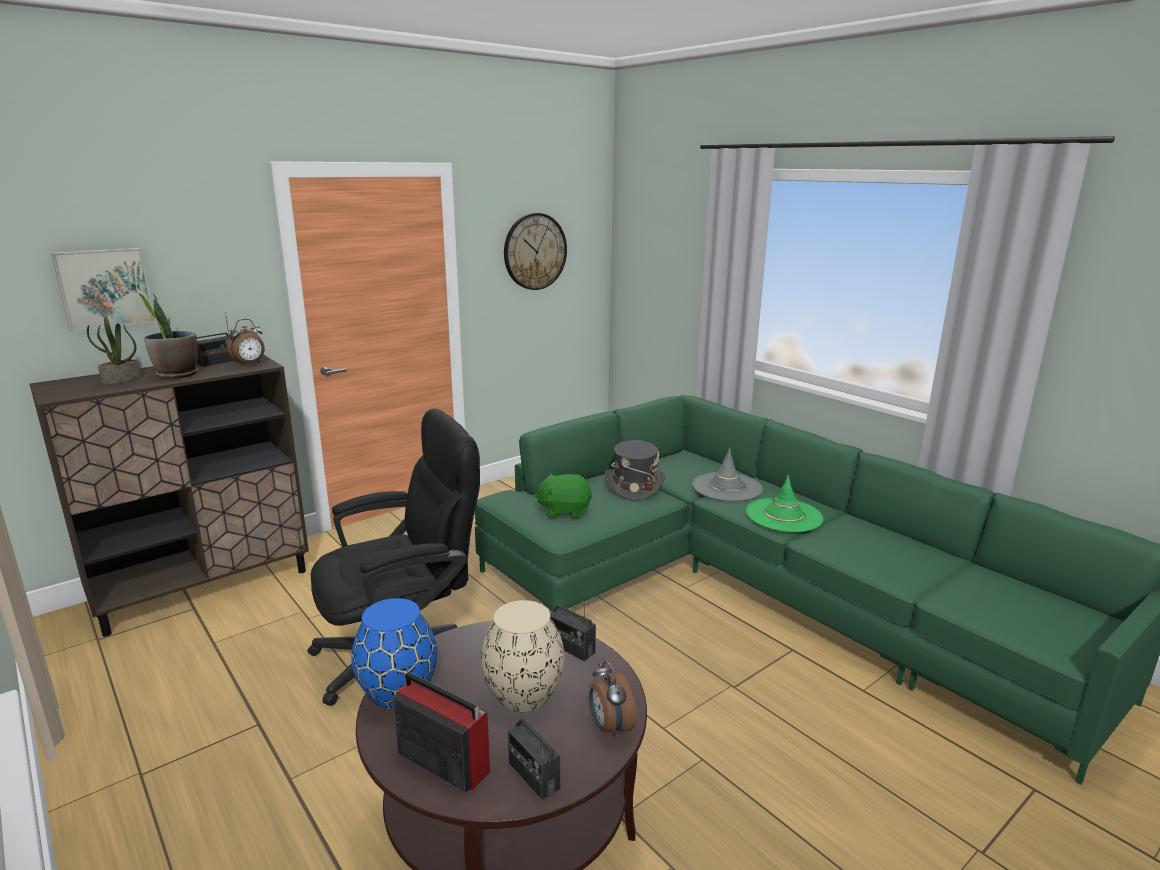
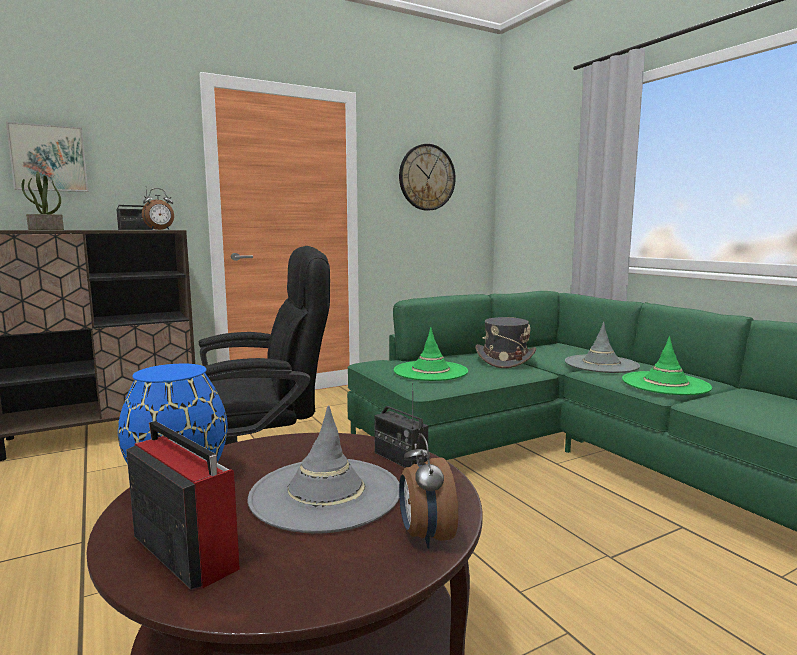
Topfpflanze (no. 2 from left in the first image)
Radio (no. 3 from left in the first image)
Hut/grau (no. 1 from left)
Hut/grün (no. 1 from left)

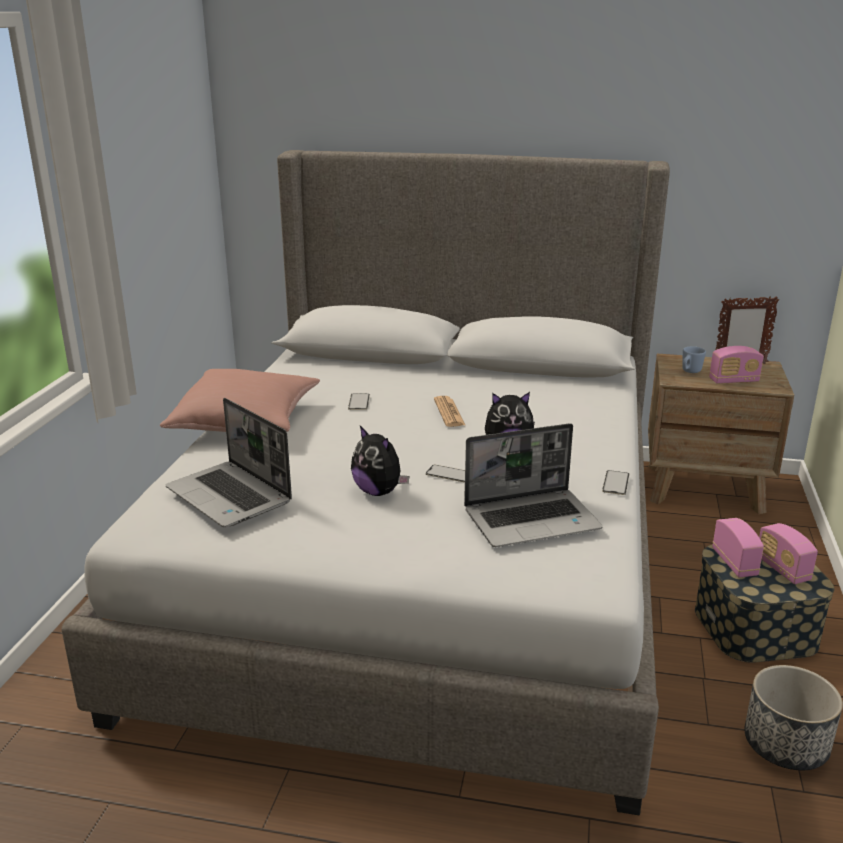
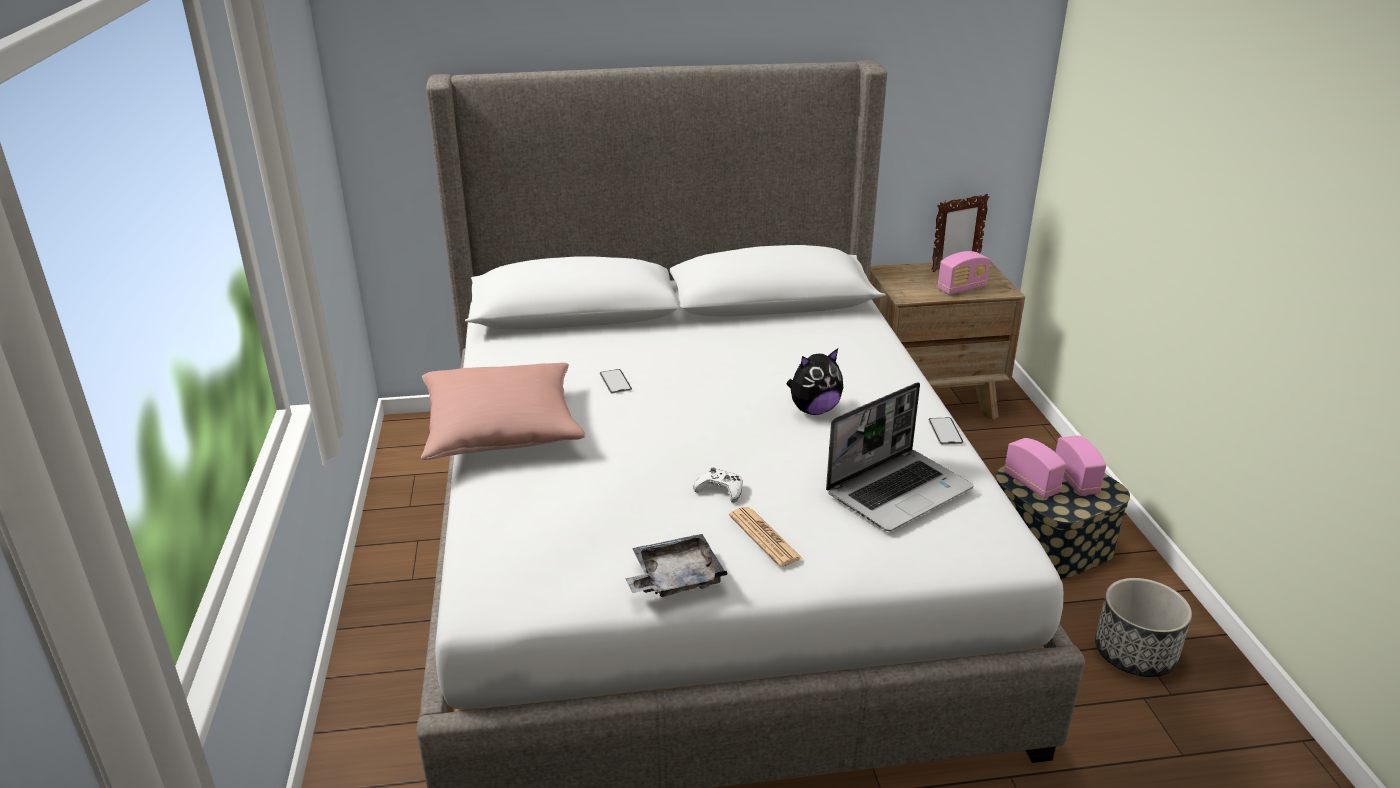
Laptop (no. 1 from left in the first image)
Handy (no. 2 from left in the first image)
Henkelbecher/blau
Tablett/grau
Zeitung
Gamepad/weiß
Radio (no. 3 from left)

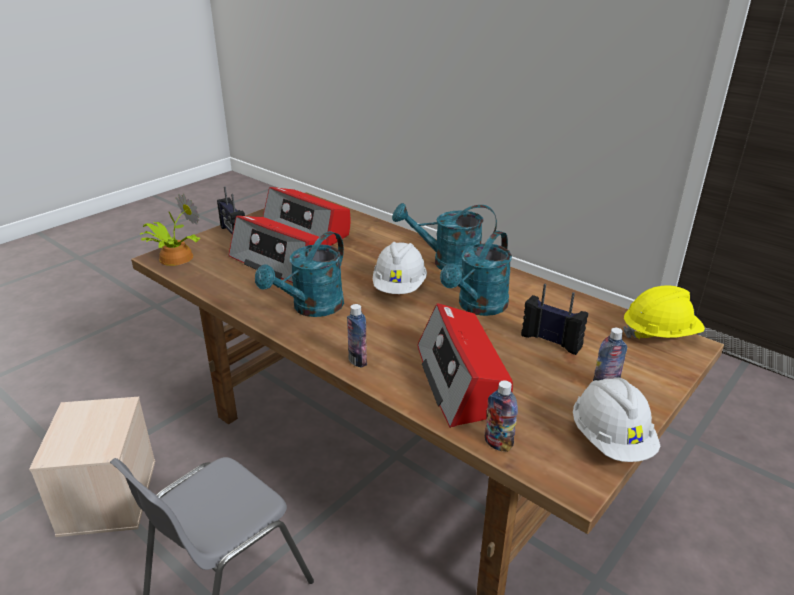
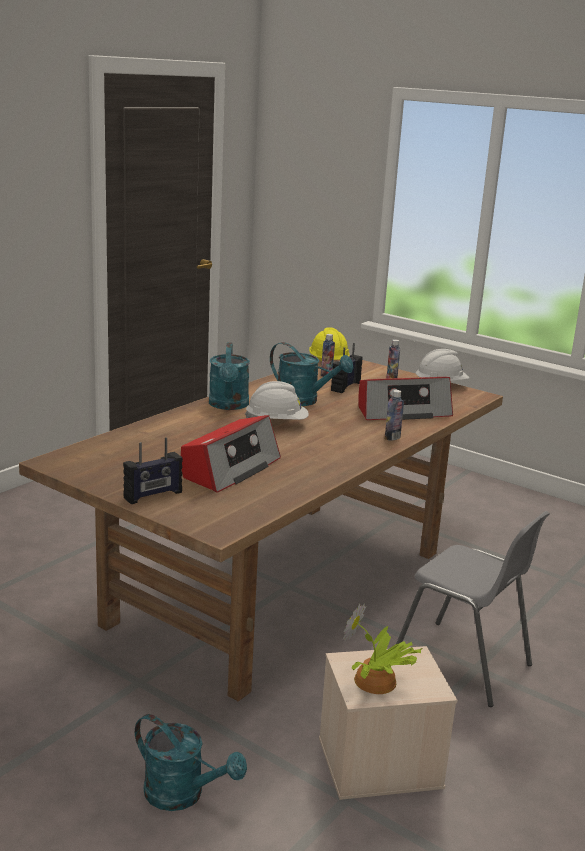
Radio (no. 3 from left in the first image)
Topfpflanze
Gießkanne/türkis (no. 1 from left)
Flasche (no. 1 from left)

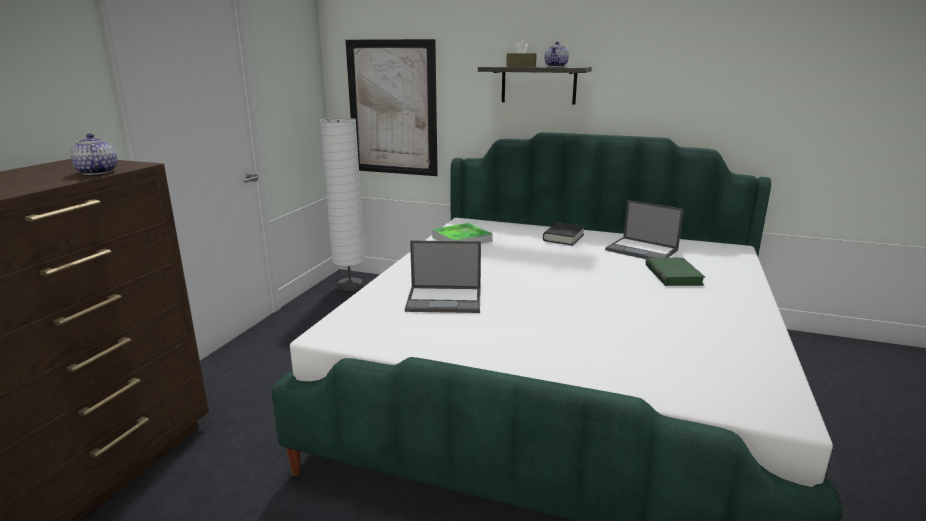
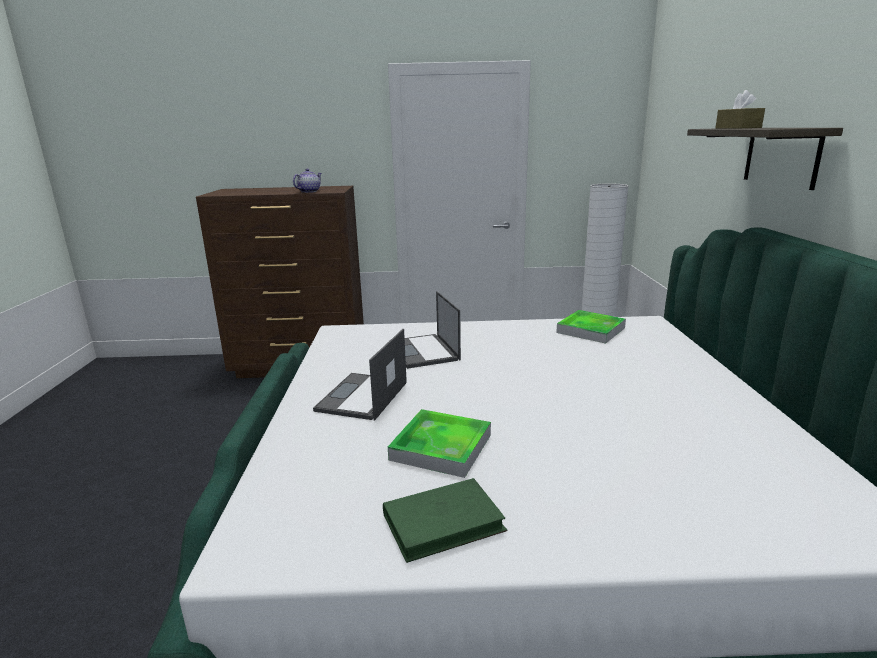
Bild
Buch/schwarz
Teekanne (no. 2 from left in the first image)
Tablett (no. 1 from left)
Laptop (no. 1 from left)
Buch/grün

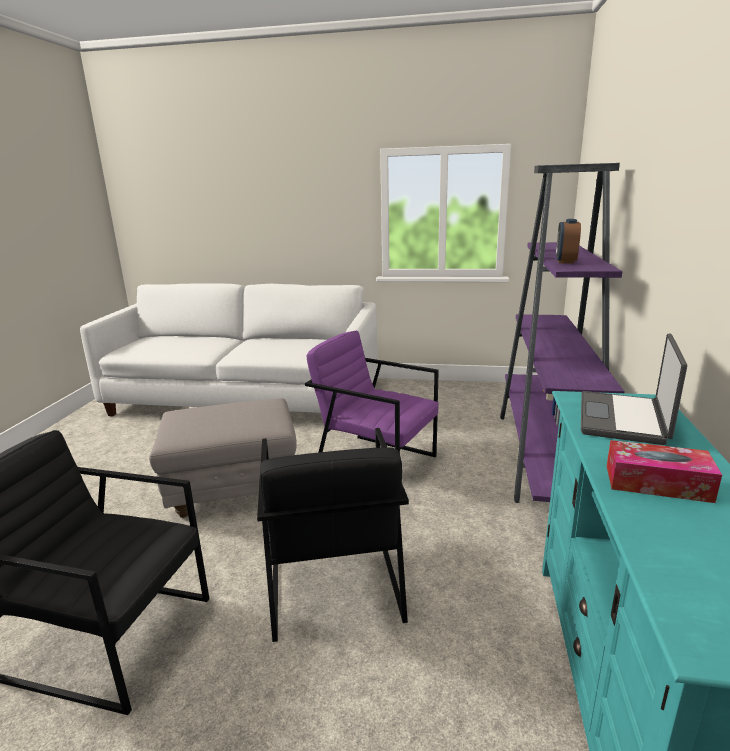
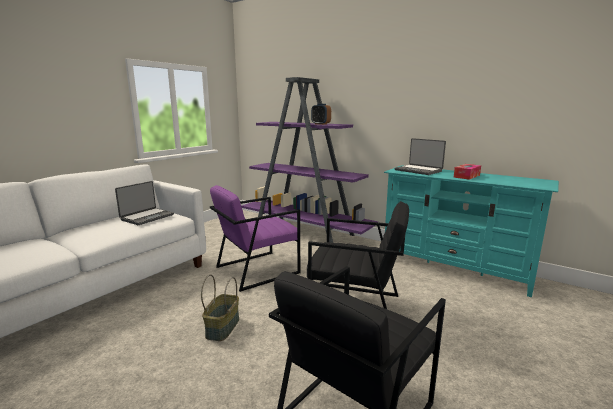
Laptop (no. 1 from left)
Korb

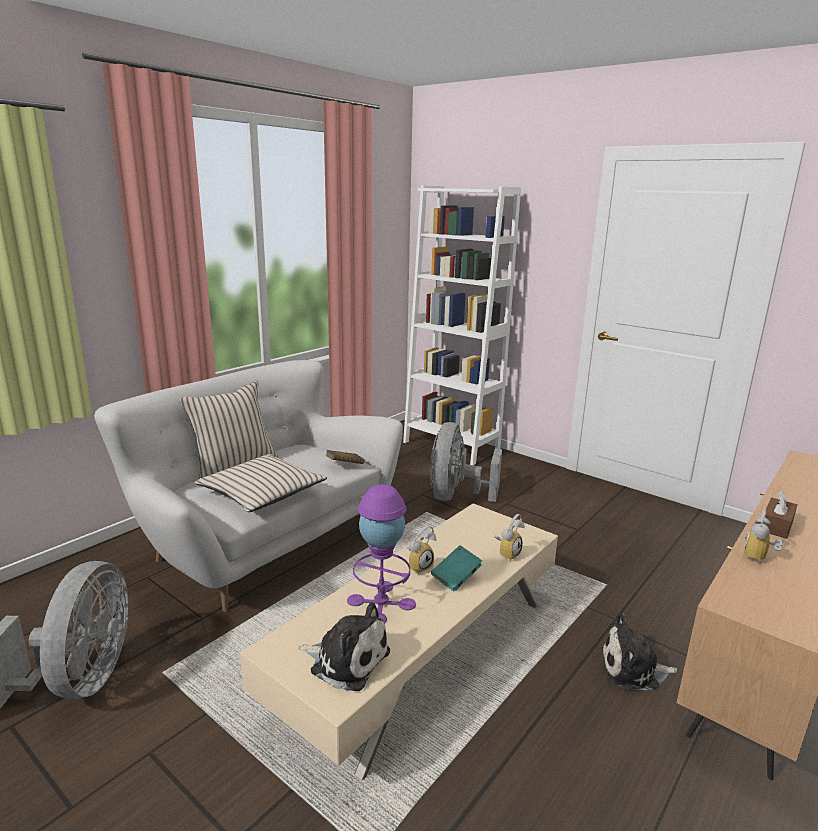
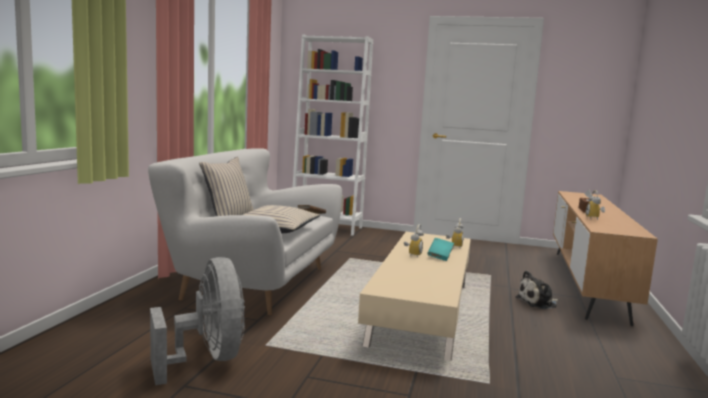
Plüschtier (no. 1 from left in the first image)
Tischlampe/lila
Ventilator/grau (no. 2 from left in the first image)

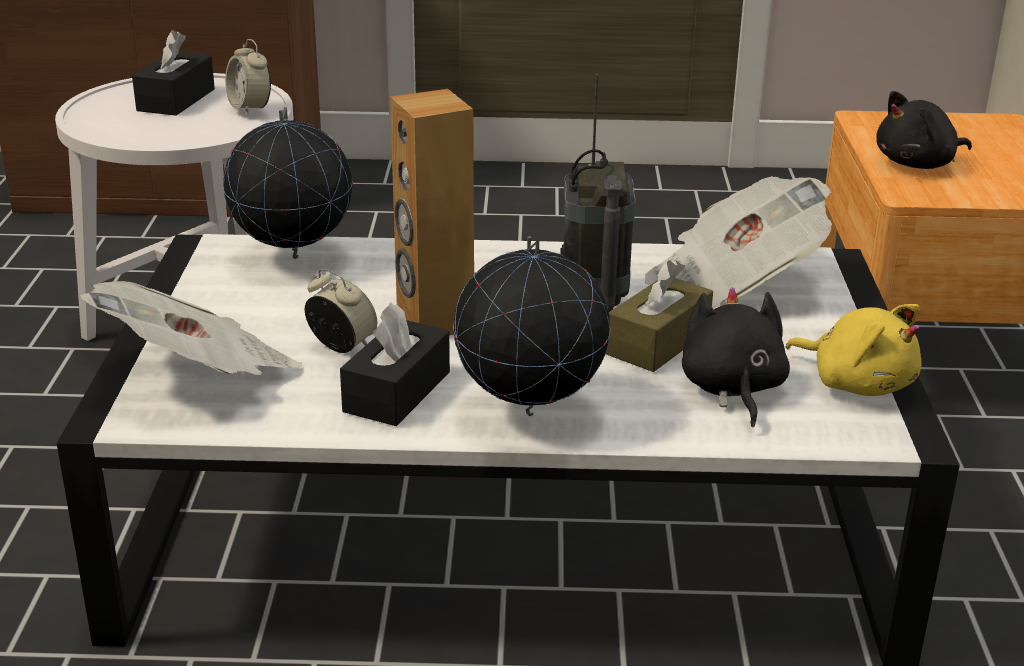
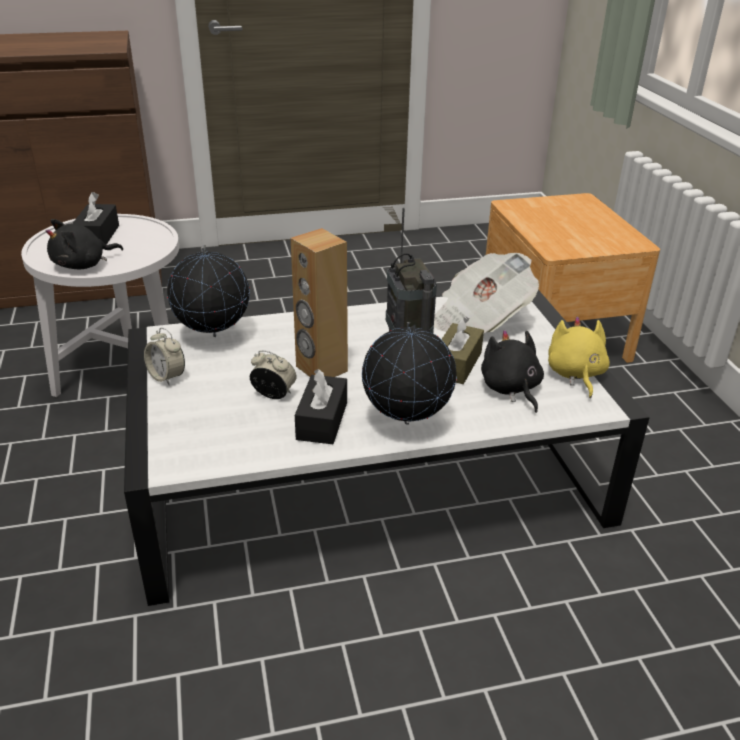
Zeitung (no. 1 from left in the first image)
Wecker (no. 1 from left)
Plüschtier/schwarz (no. 1 from left)
Plüschtier/gelb

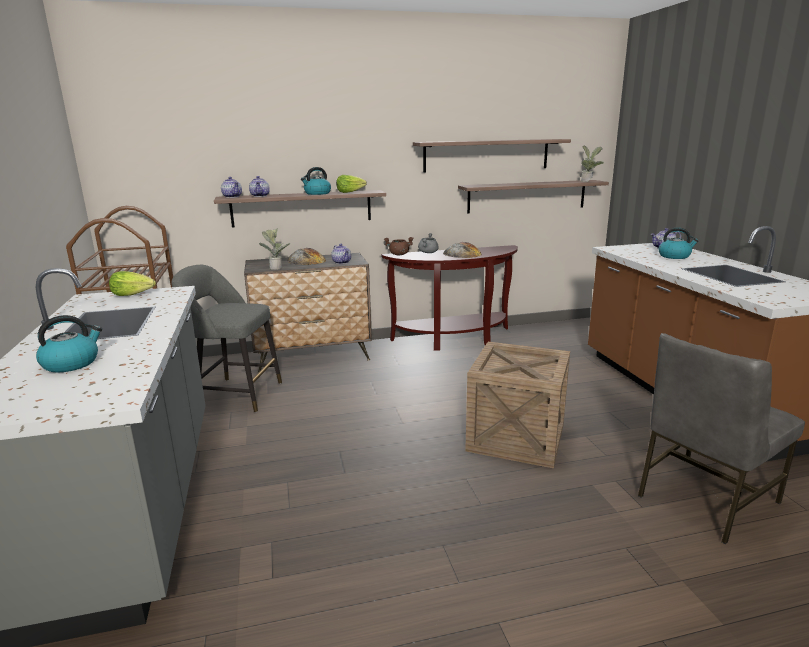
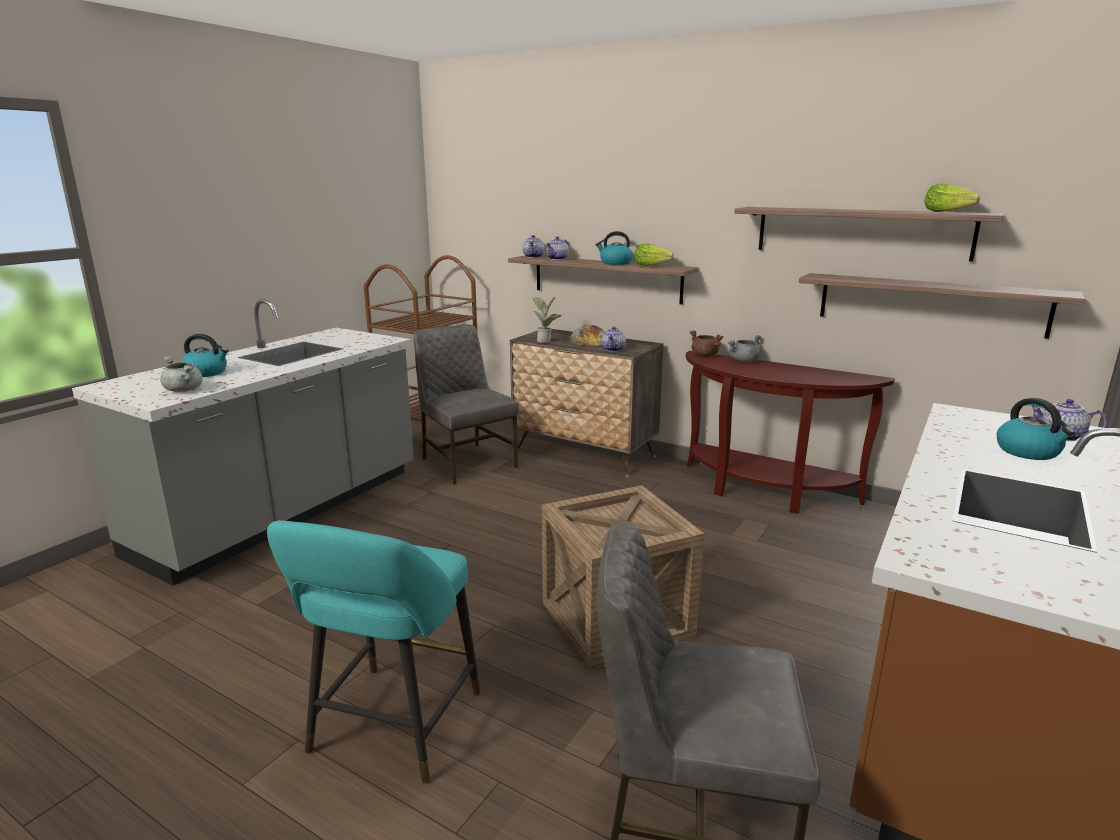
Brot (no. 2 from left in the first image)
Topfpflanze (no. 2 from left in the first image)
Kochtopf/grau (no. 1 from left)
Hocker/türkis
Salatkopf (no. 2 from left)
Stuhl/grau (no. 1 from left)

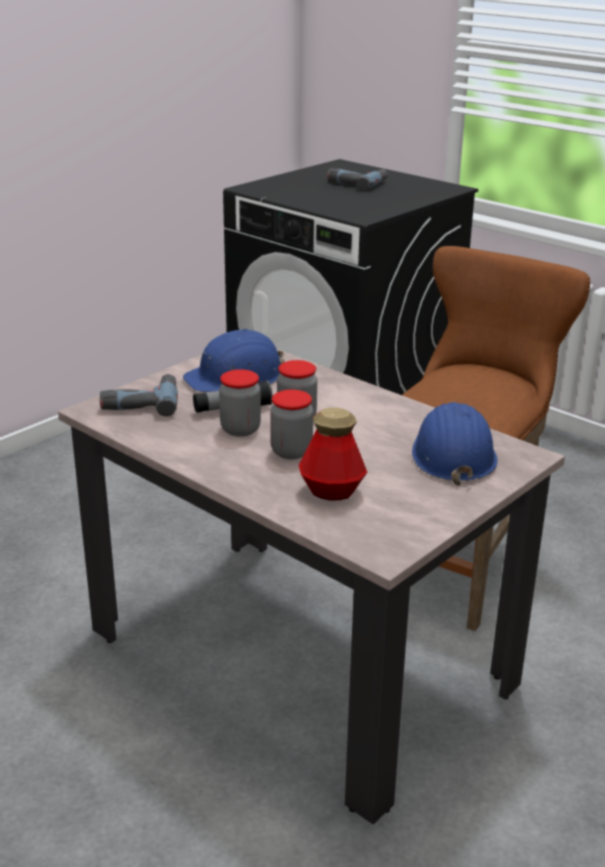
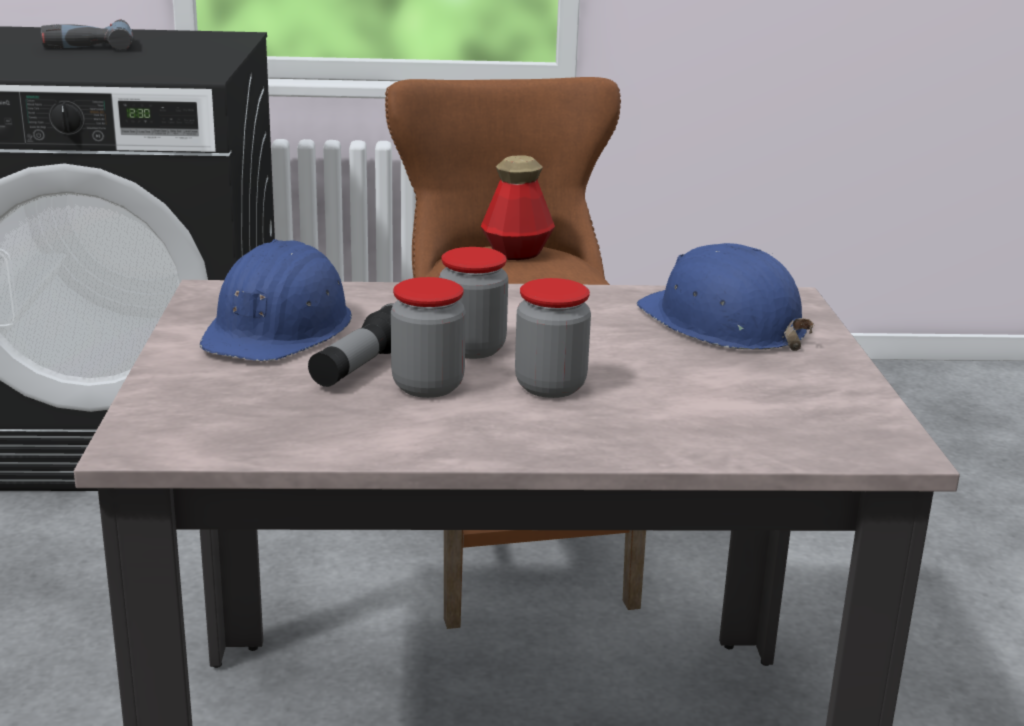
Bohrmaschine (no. 1 from left in the first image)
Flasche

